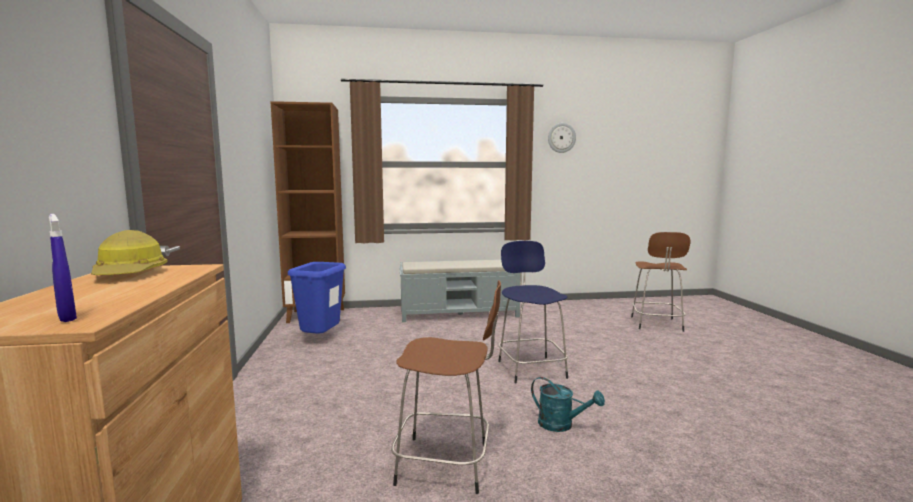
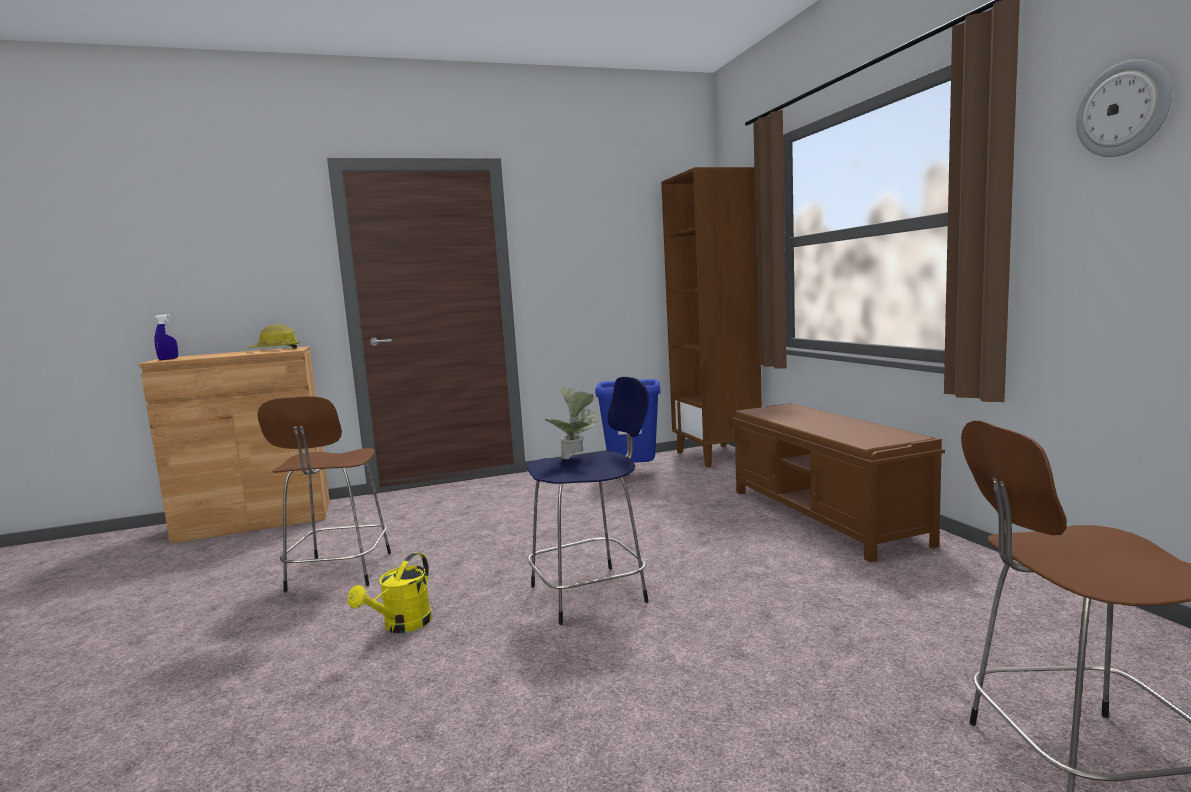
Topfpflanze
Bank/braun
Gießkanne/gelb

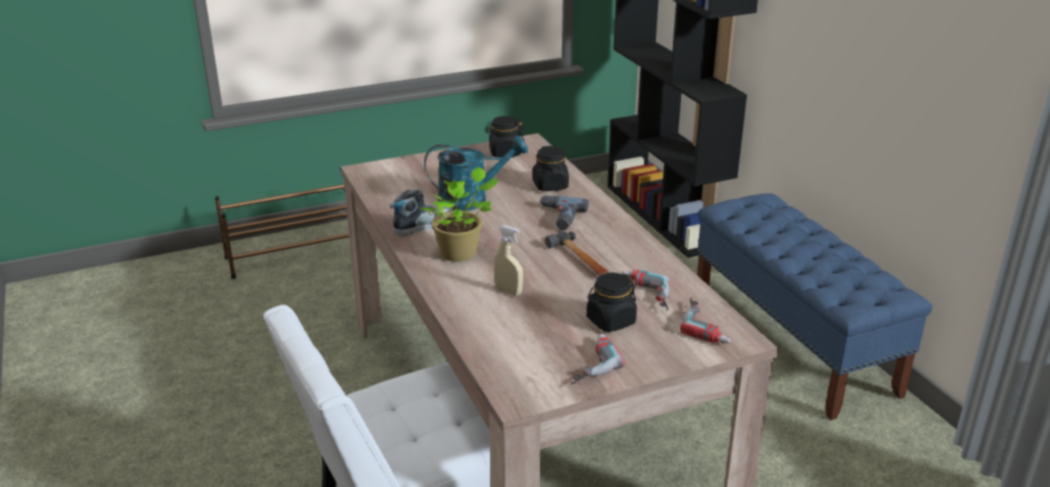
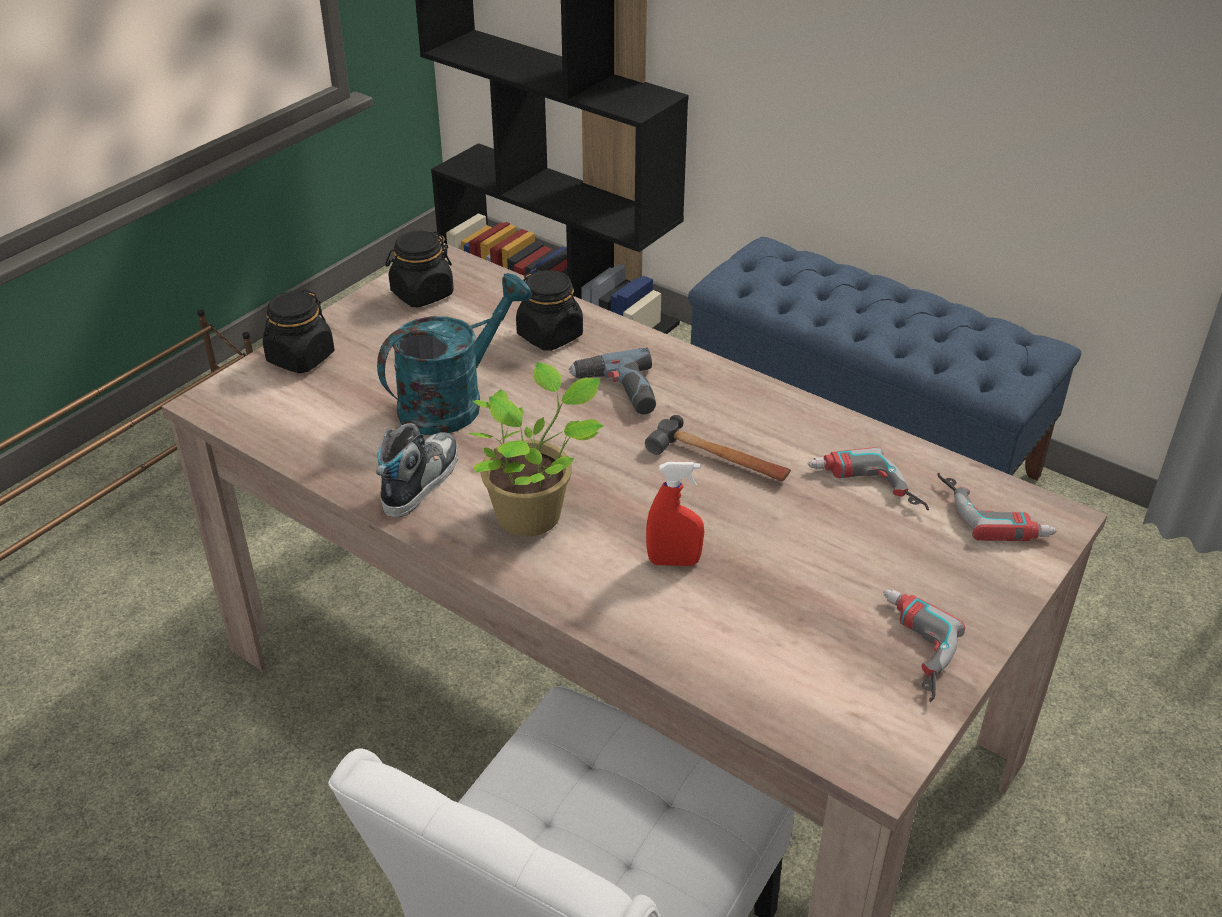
Vorratsglas/schwarz (no. 1 from left)
Sprühflasche/rot

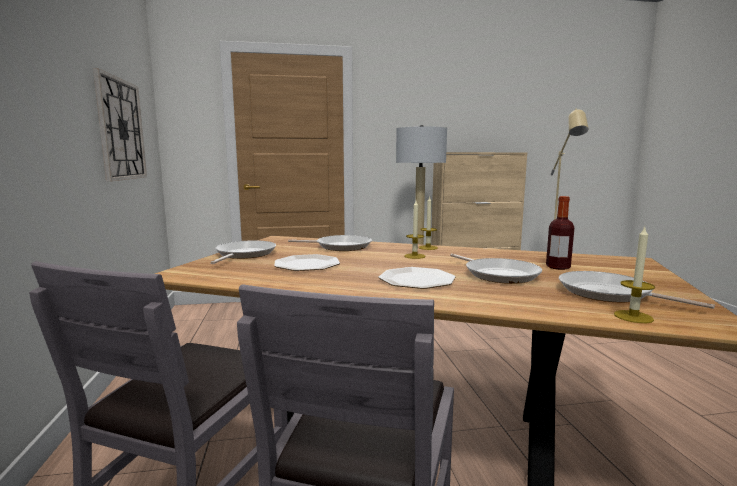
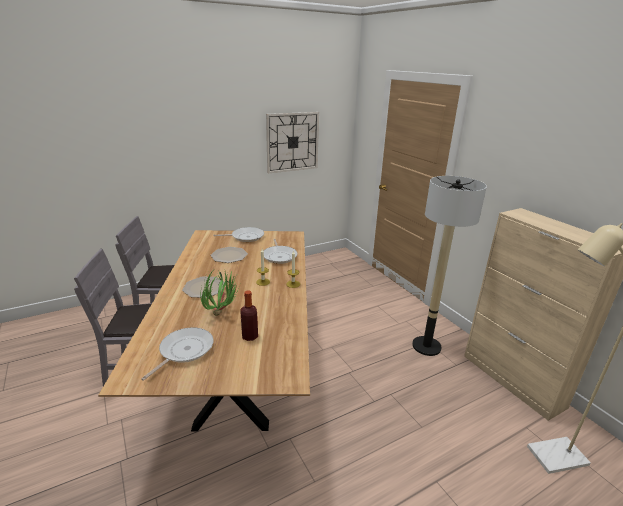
Kerze (no. 3 from left in the first image)
Topfpflanze

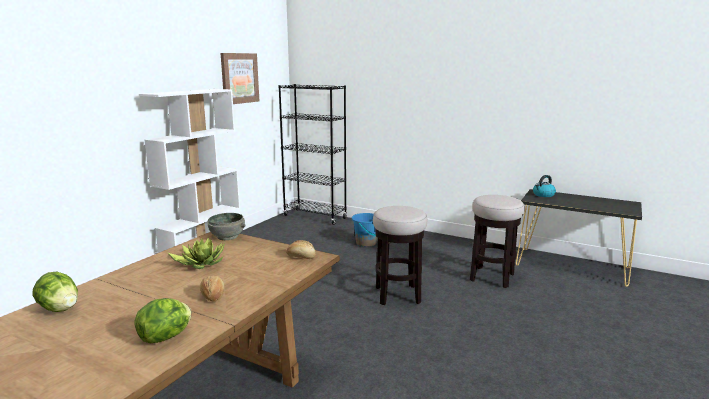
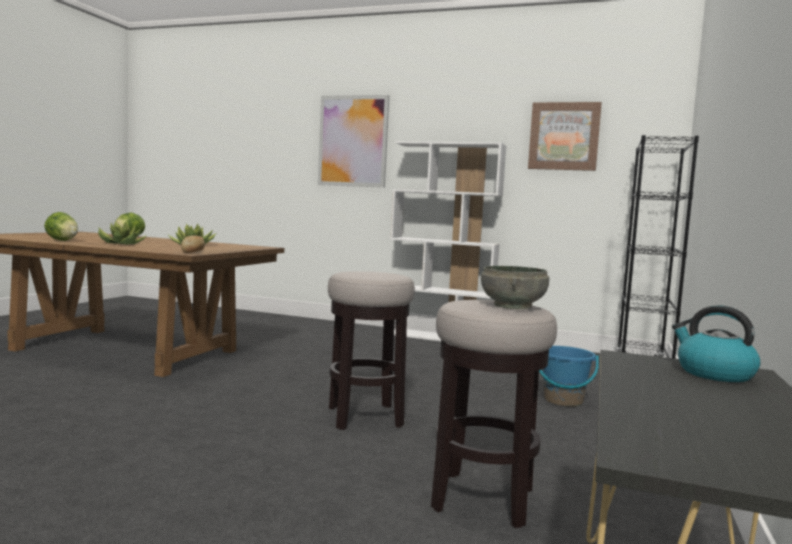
Bild (no. 1 from left)
Schüssel/grau
Topfpflanze (no. 1 from left)

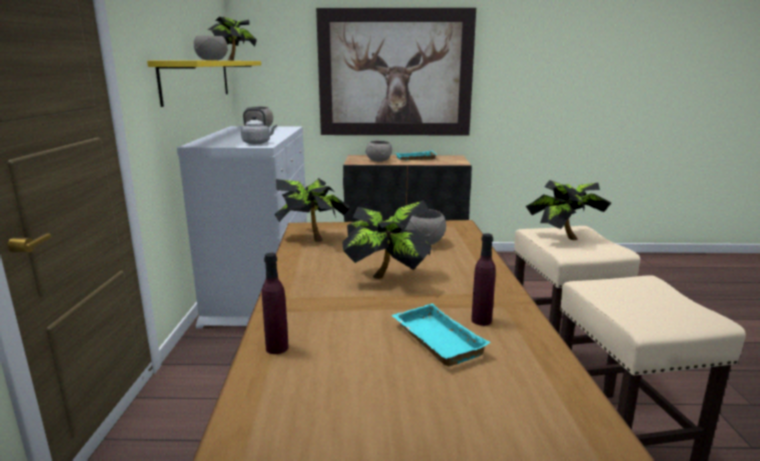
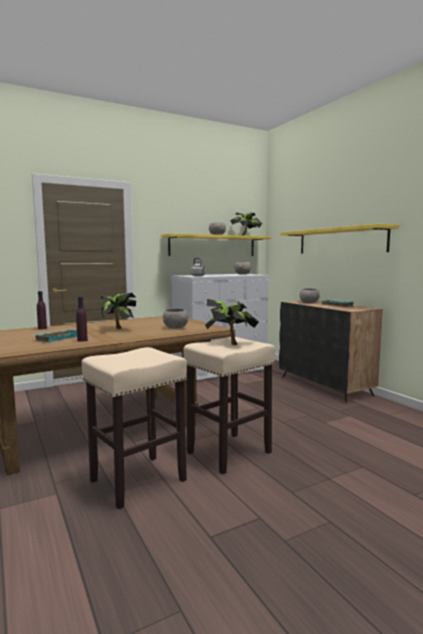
Topfpflanze (no. 2 from left in the first image)
Wandregal/gelb (no. 2 from left)

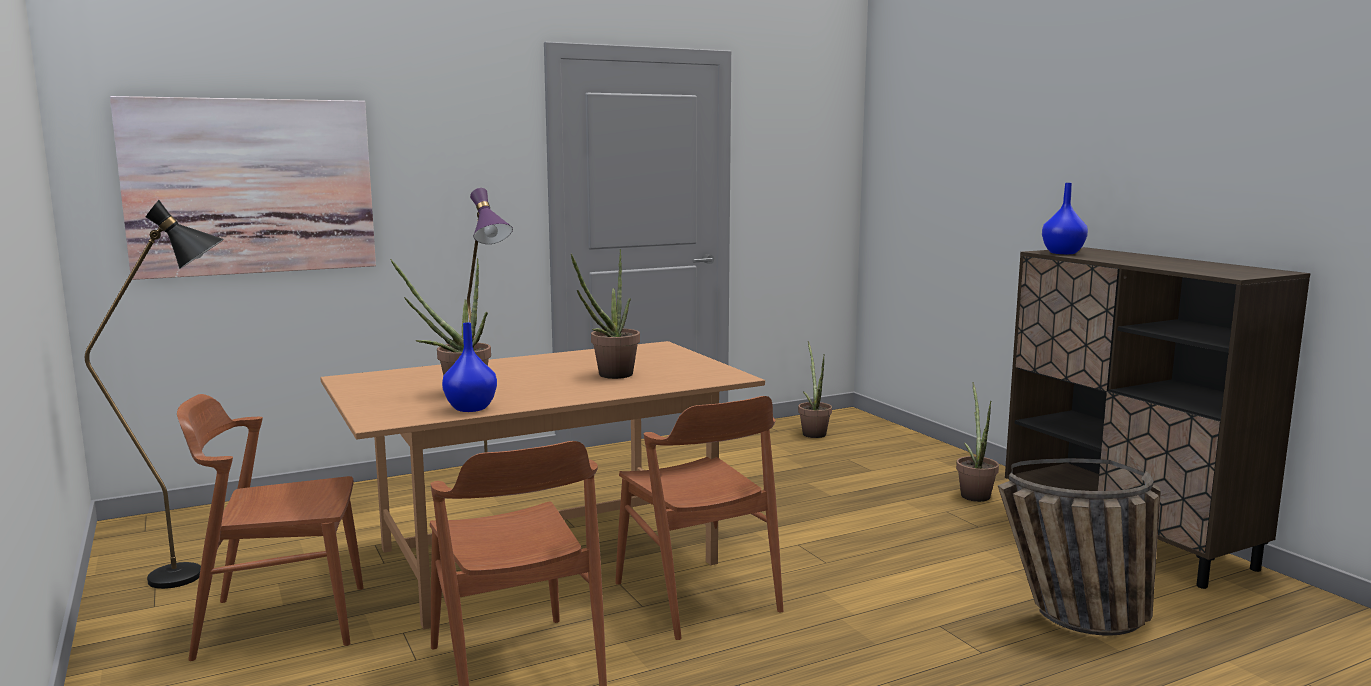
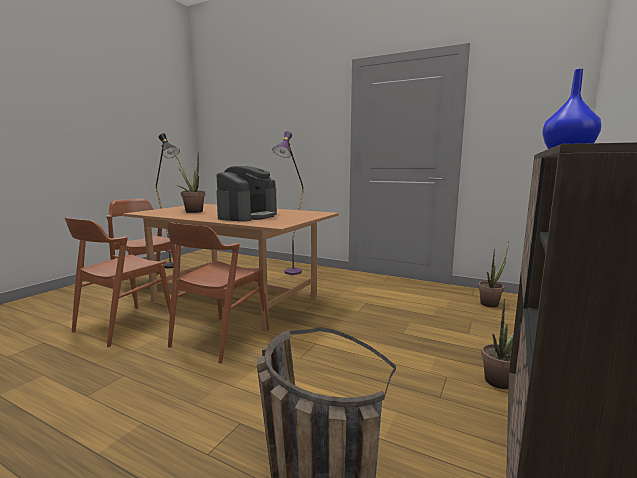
Bild
Vase/blau (no. 1 from left in the first image)
Kaffeemaschine

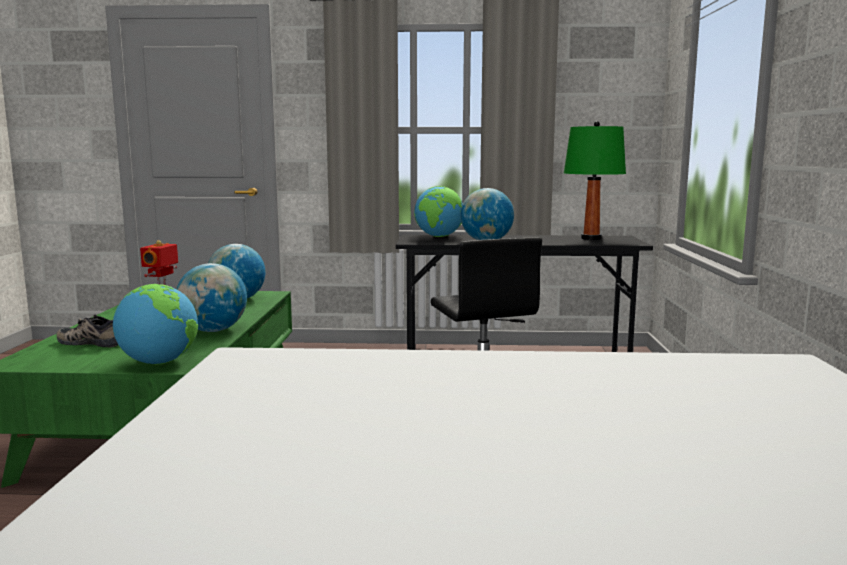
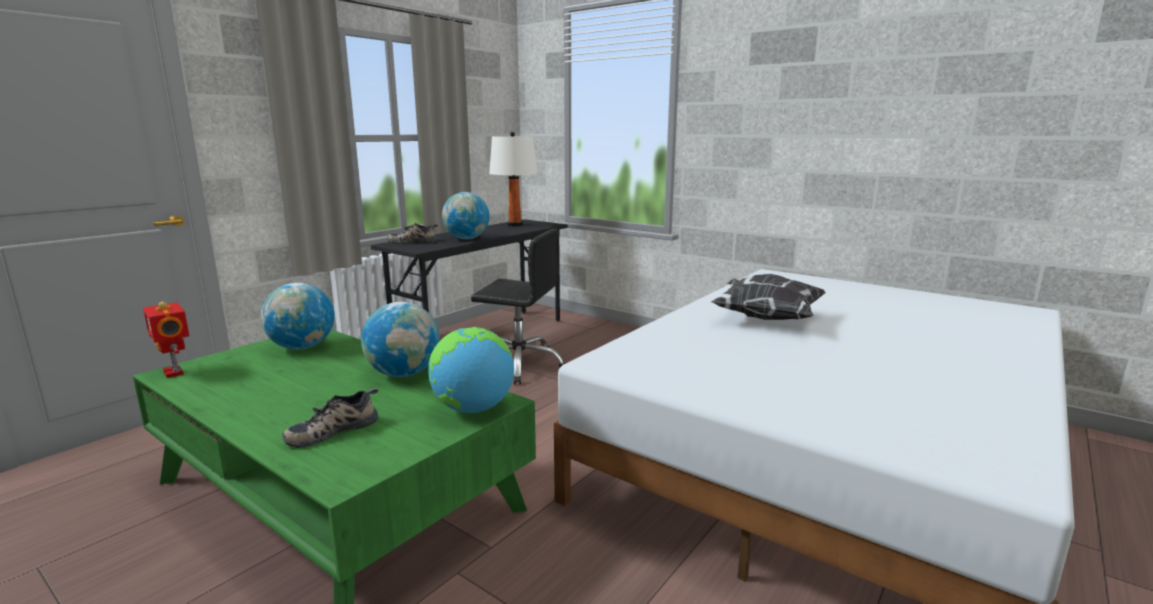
Kissen
Schuh (no. 2 from left)
Tischlampe/weiß

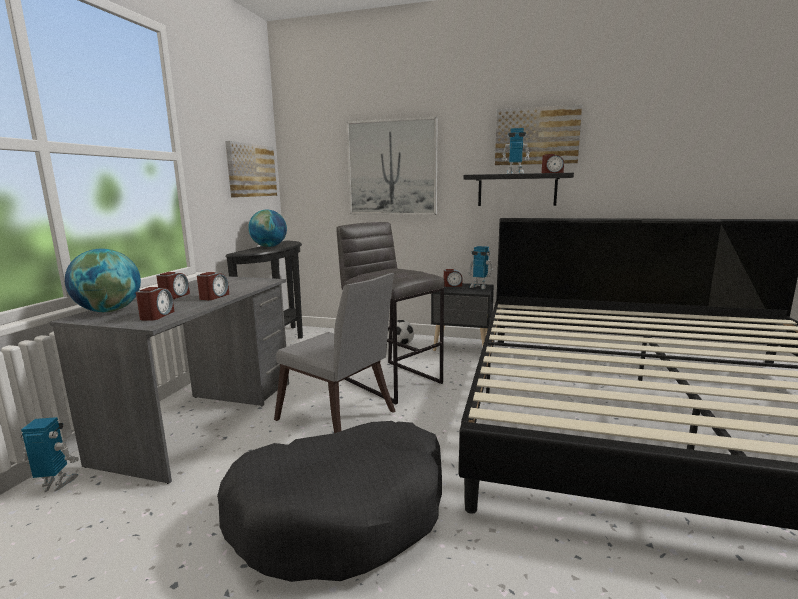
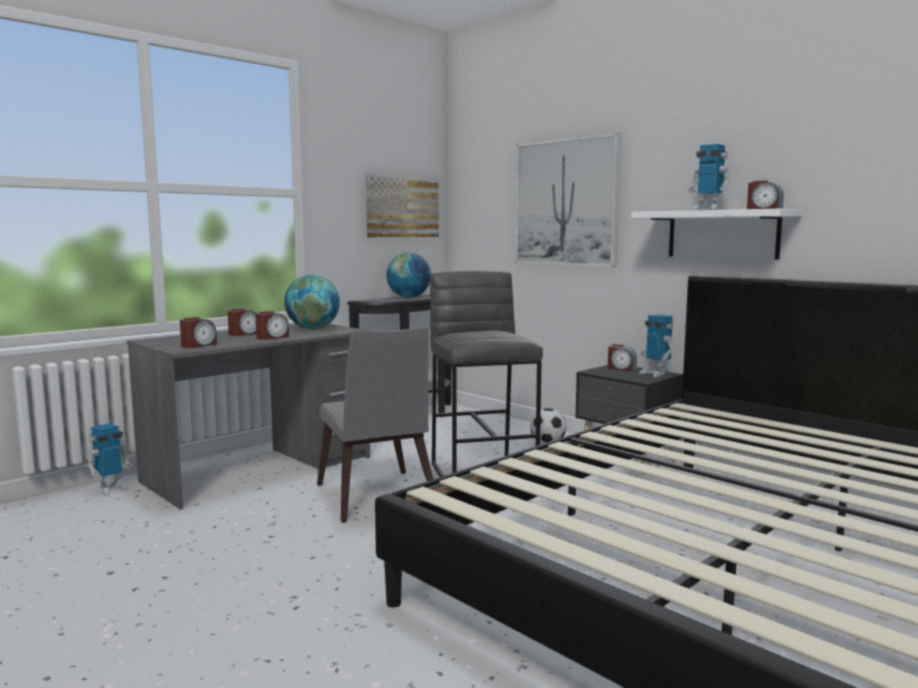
Hundebett/schwarz
Bild (no. 3 from left in the first image)
Globus (no. 1 from left)
Wandregal/weiß
Spielzeugroboter (no. 1 from left)

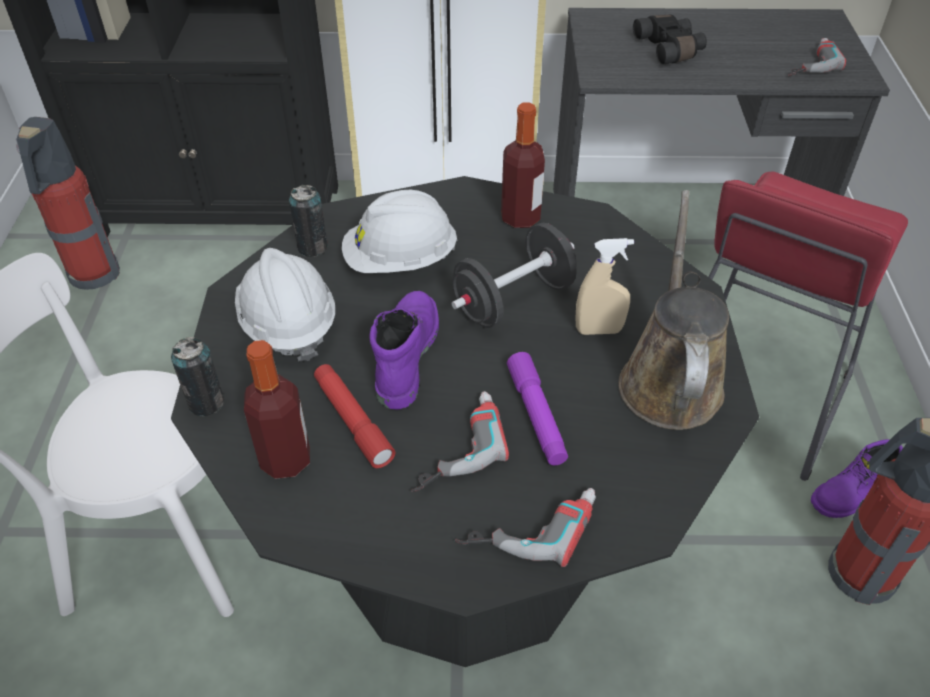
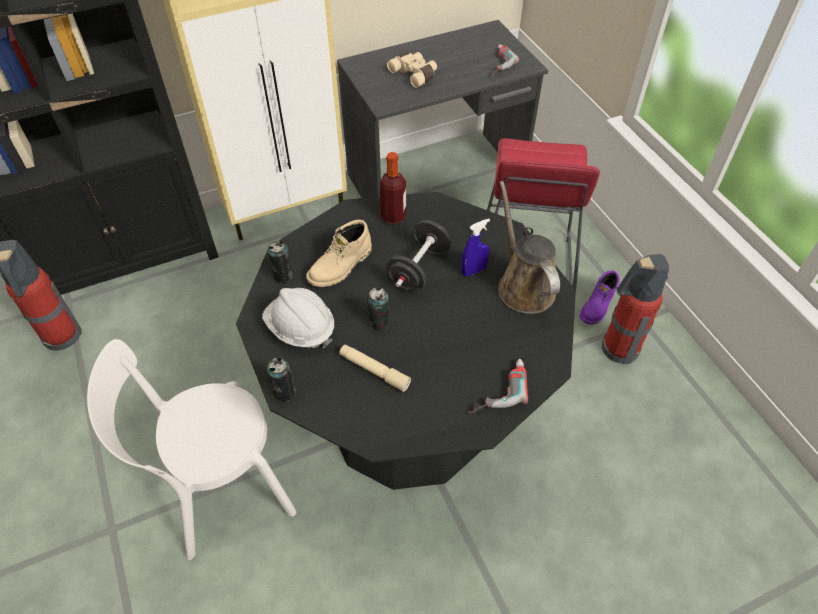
Flasche (no. 1 from left in the first image)
Bohrmaschine (no. 1 from left in the first image)
Taschenlampe/lila
Stiefel/beige
Dose (no. 3 from left)
Taschenlampe/beige
Sprühflasche/blau
Fernglas/beige

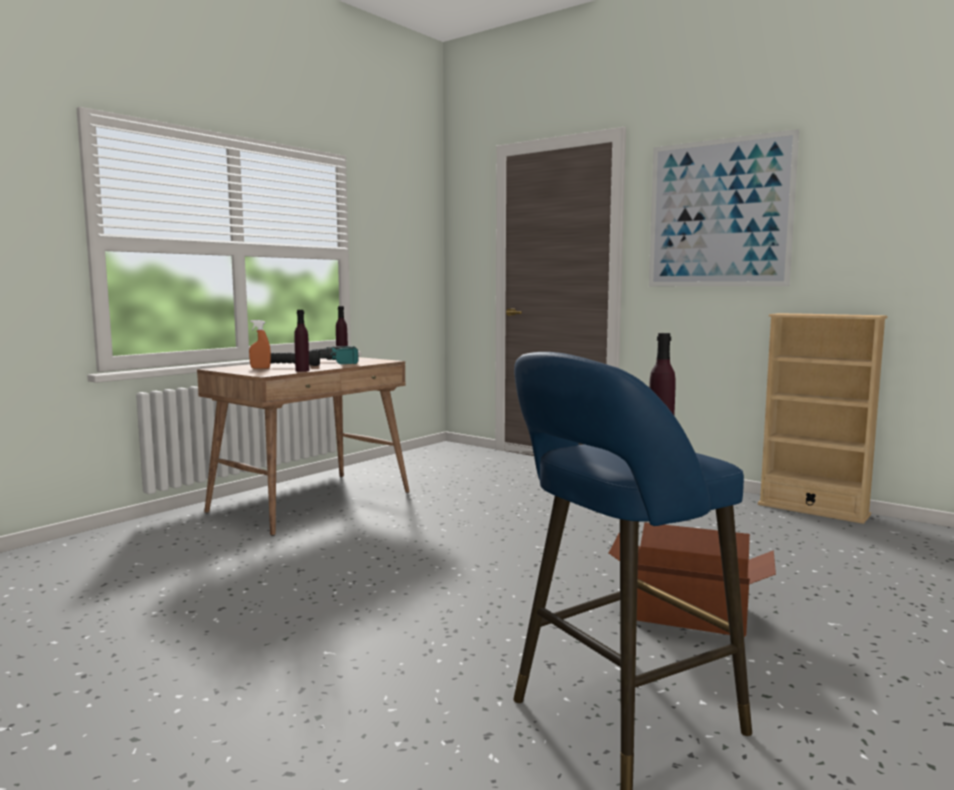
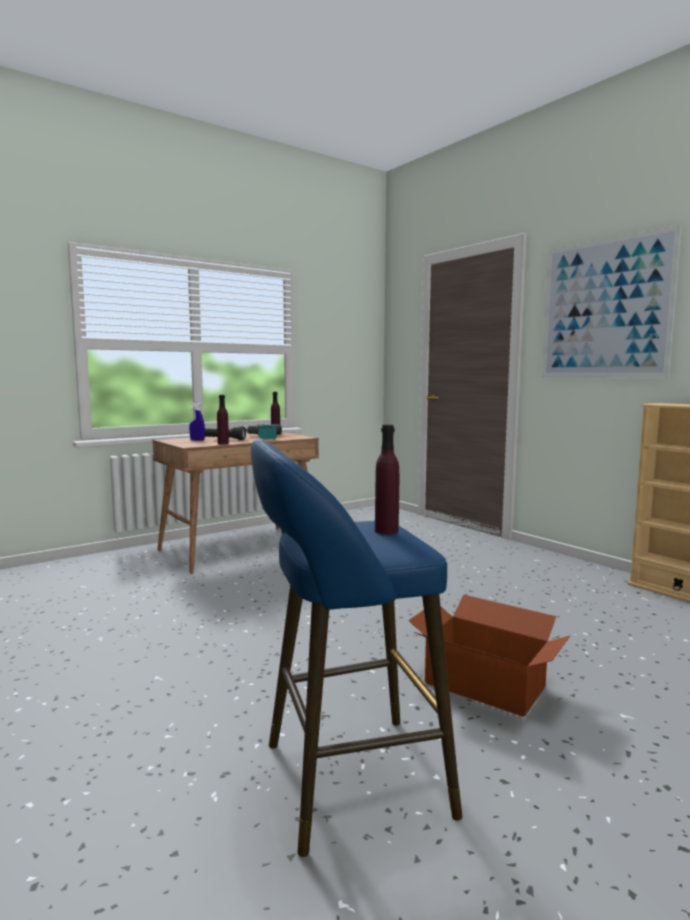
Sprühflasche/blau

